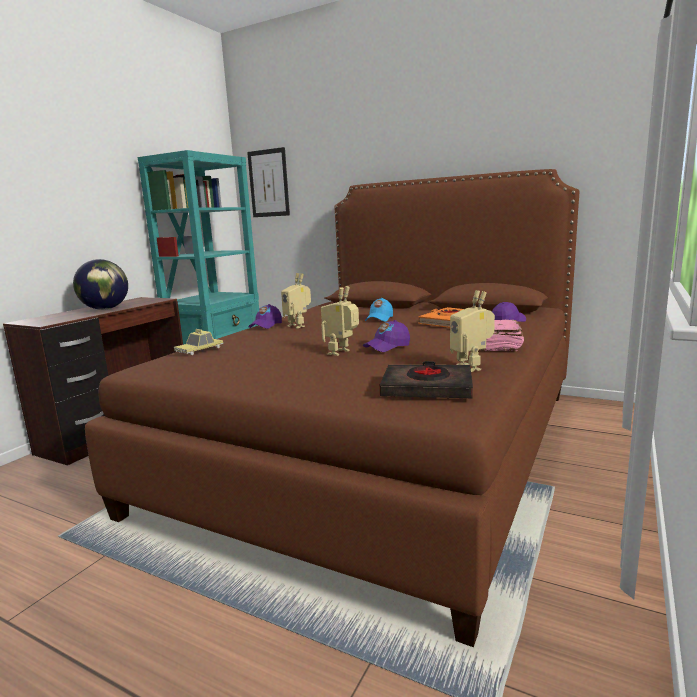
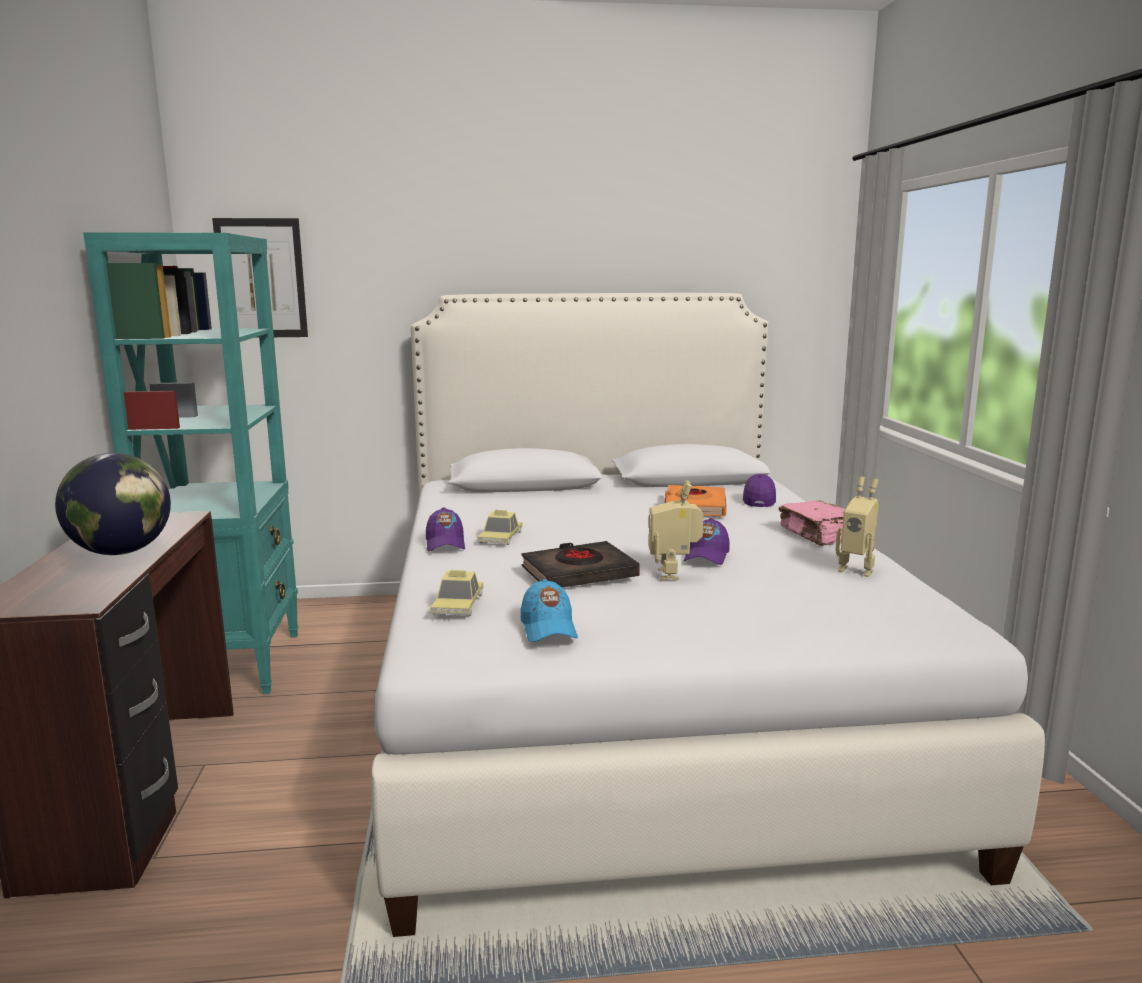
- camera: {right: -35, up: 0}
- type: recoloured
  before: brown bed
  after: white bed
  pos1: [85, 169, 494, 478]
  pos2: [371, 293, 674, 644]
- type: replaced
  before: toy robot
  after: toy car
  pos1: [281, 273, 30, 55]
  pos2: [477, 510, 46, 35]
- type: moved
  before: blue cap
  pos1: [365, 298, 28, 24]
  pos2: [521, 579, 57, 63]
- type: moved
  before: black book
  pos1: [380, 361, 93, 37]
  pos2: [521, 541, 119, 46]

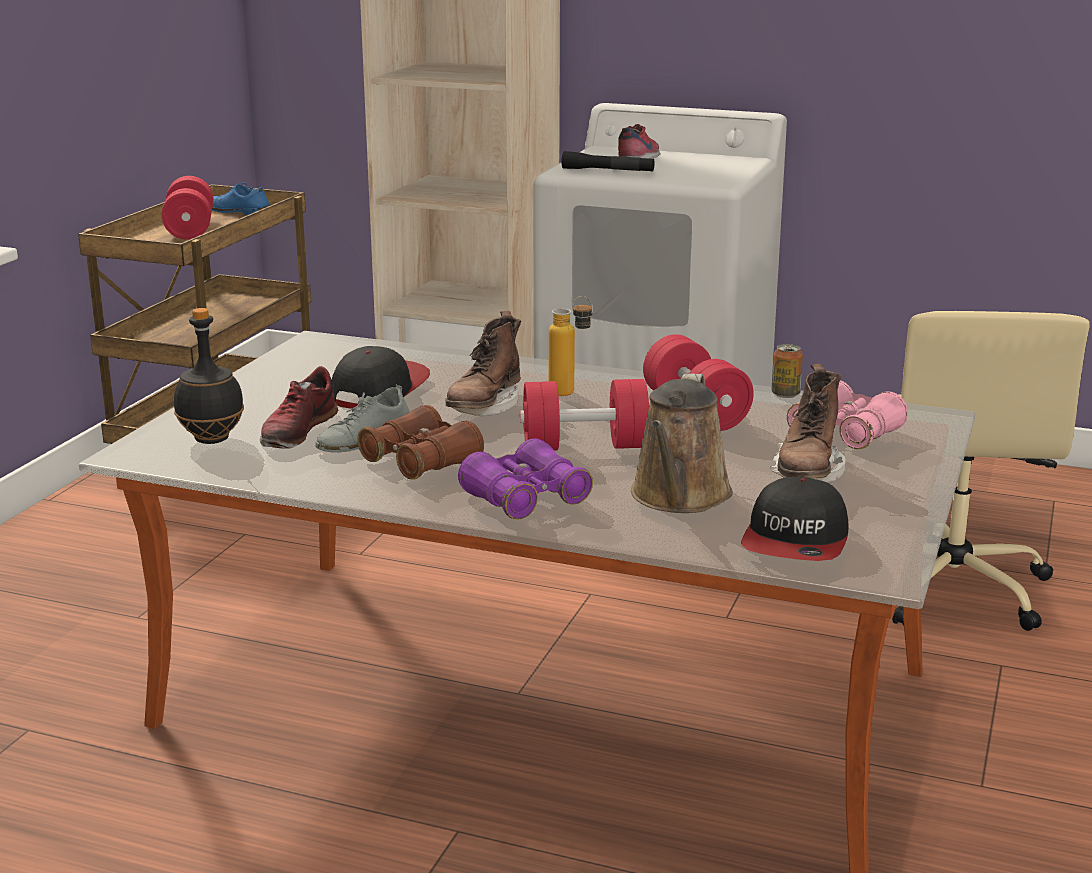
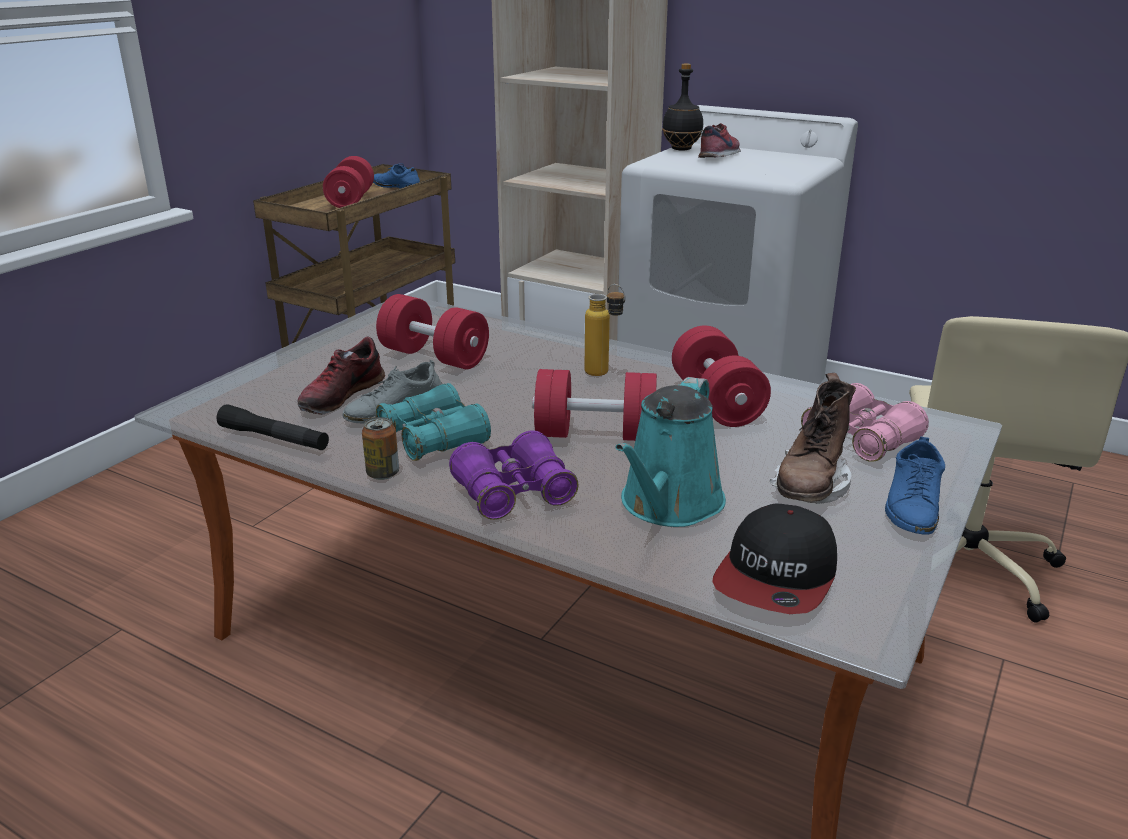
- camera: {right: 10, up: 5}
- type: moved
  before: black flashlight
  pos1: [561, 151, 94, 21]
  pos2: [217, 404, 112, 46]
- type: moved
  before: black bottle
  pos1: [174, 308, 70, 136]
  pos2: [662, 64, 41, 86]
- type: removed
  before: brown boot
  pos1: [445, 311, 76, 105]
- type: moved
  before: can
  pos1: [772, 344, 31, 54]
  pos2: [362, 417, 37, 63]
- type: replaced
  before: cap
  after: red dumbbell
  pos1: [332, 346, 98, 63]
  pos2: [376, 294, 113, 75]
- type: recoloured
  before: brown watering can
  after: turquoise watering can
  pos1: [631, 373, 102, 140]
  pos2: [615, 377, 111, 150]
- type: recoloured
  before: brown binoculars
  after: turquoise binoculars
  pos1: [357, 405, 127, 75]
  pos2: [376, 383, 115, 78]
- type: added
  after: blue shoe
  pos2: [885, 437, 60, 98]

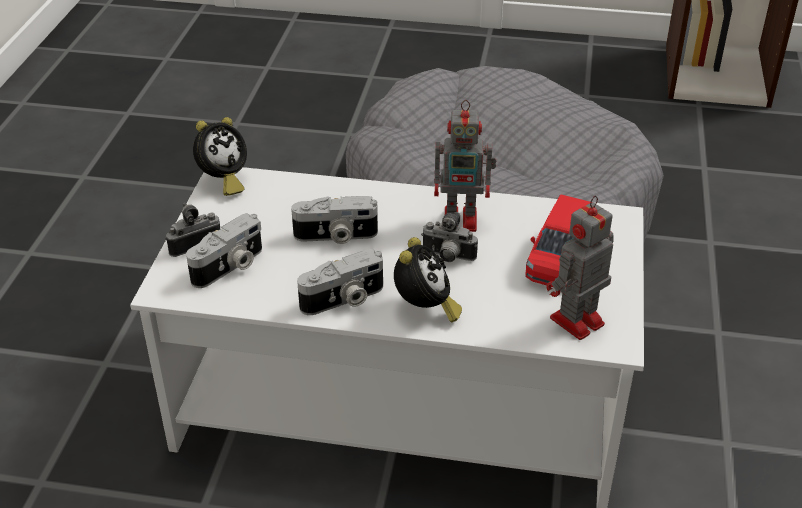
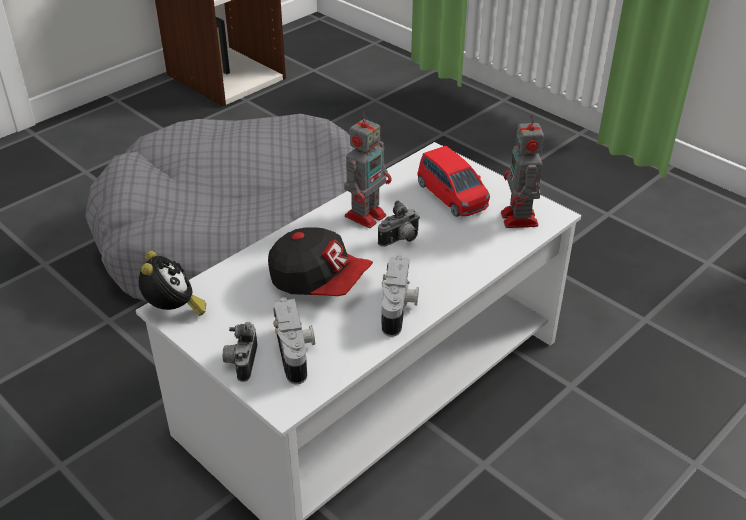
- camera: {right: -55, up: 0}
- type: replaced
  before: photo camera
  after: cap
  pos1: [291, 196, 87, 48]
  pos2: [268, 227, 105, 69]
- type: removed
  before: alarm clock
  pos1: [394, 237, 68, 85]

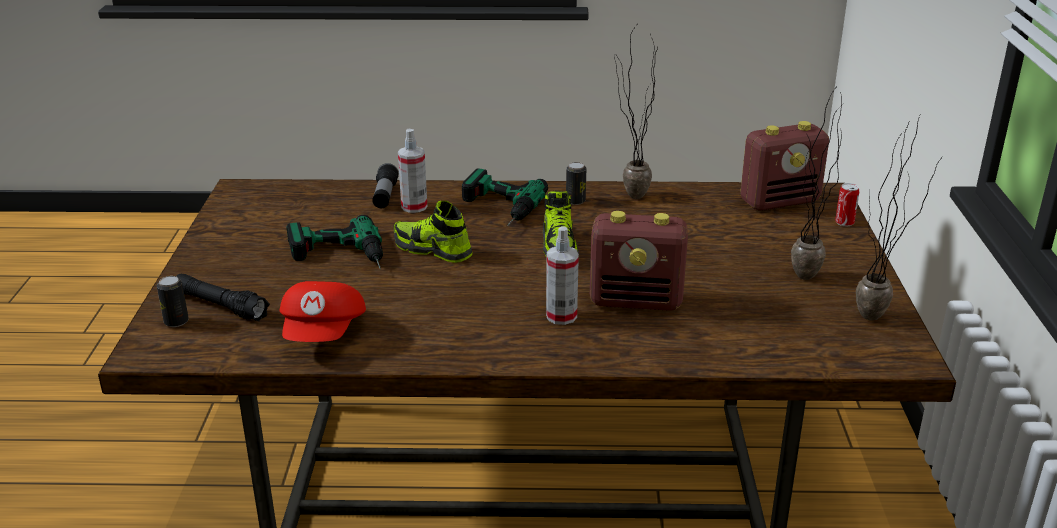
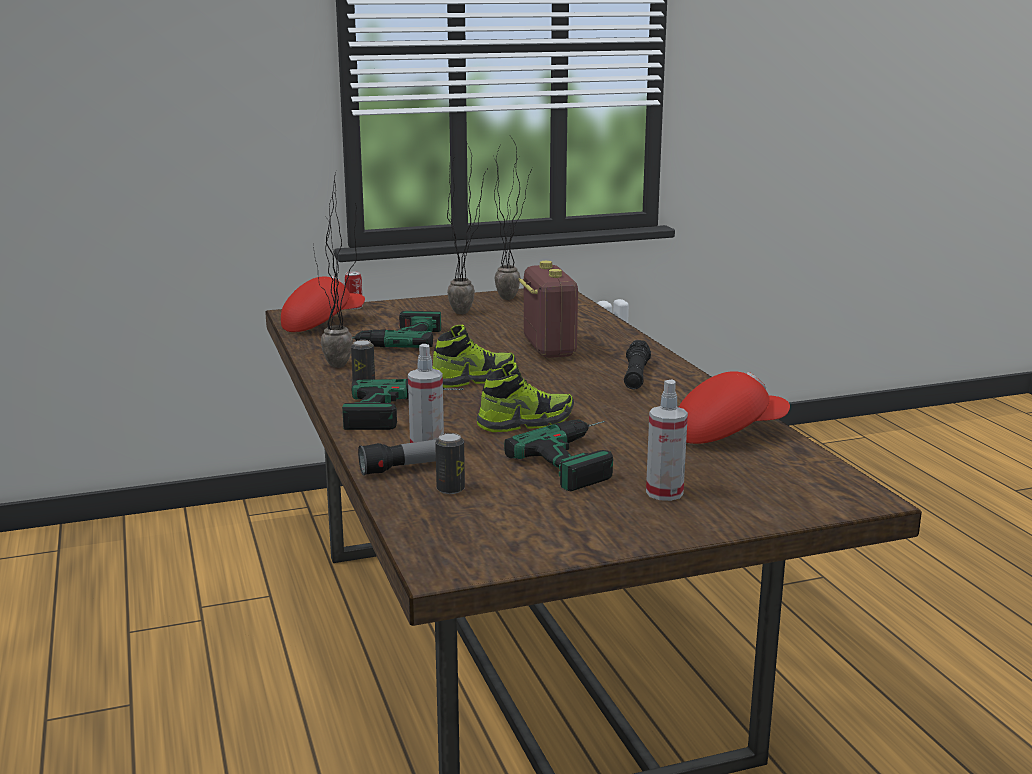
- camera: {right: -110, up: -10}
- type: replaced
  before: radio
  after: red cap
  pos1: [740, 121, 89, 90]
  pos2: [281, 276, 84, 56]
- type: turned
  before: shoe
  pos1: [394, 201, 78, 62]
  pos2: [477, 362, 97, 70]
  turn: -120
- type: moved
  before: spray bottle
  pos1: [546, 226, 33, 99]
  pos2: [646, 379, 42, 122]
- type: moved
  before: black flashlight
  pos1: [176, 274, 94, 47]
  pos2: [624, 340, 27, 50]
- type: moved
  before: can
  pos1: [157, 276, 32, 51]
  pos2: [435, 433, 30, 61]
- type: added
  after: power drill
  pos2: [352, 311, 89, 37]

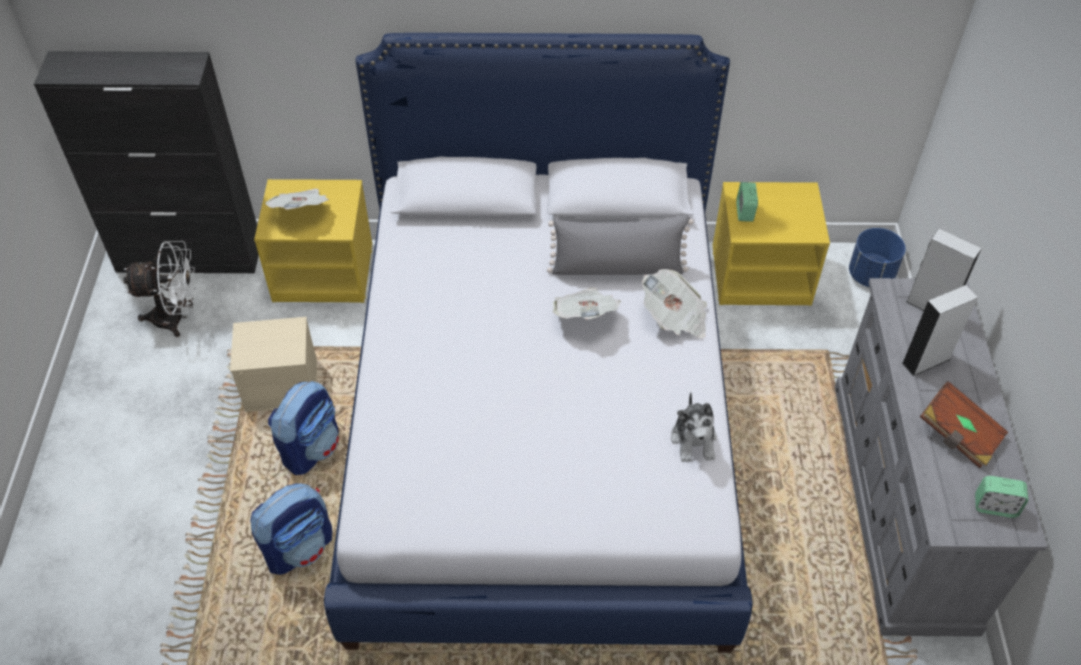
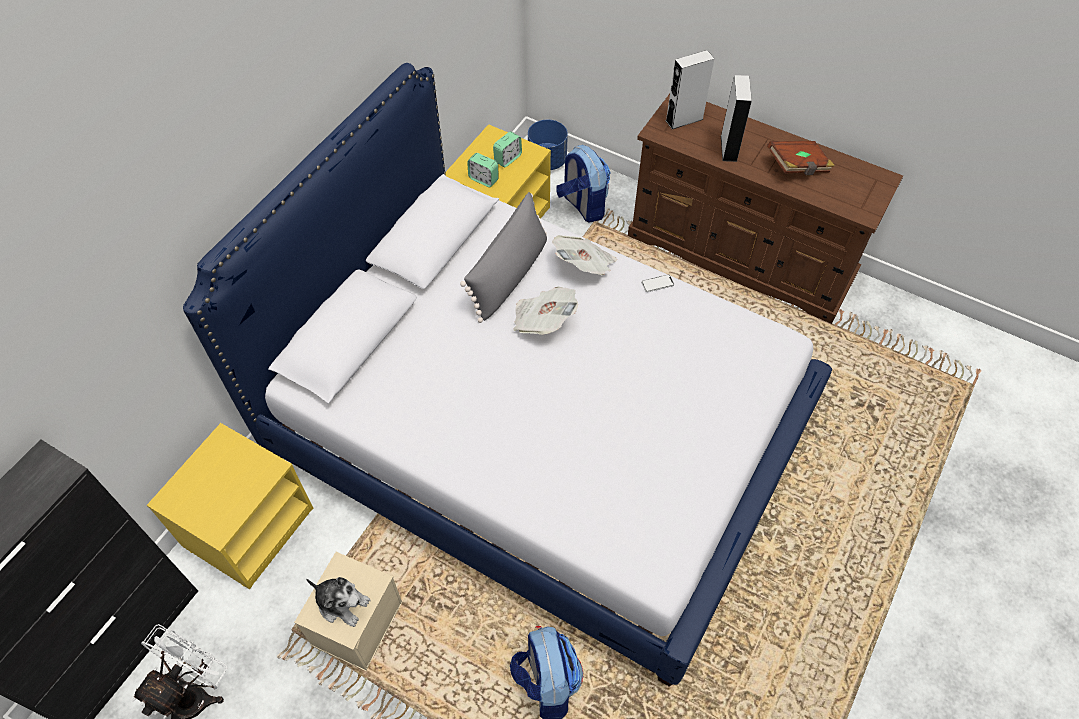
- camera: {right: -60, up: 5}
- type: removed
  before: newspaper
  pos1: [265, 189, 64, 21]
- type: recoloured
  before: grey dresser
  after: brown dresser
  pos1: [835, 278, 212, 359]
  pos2: [628, 94, 275, 230]
- type: moved
  before: backpack
  pos1: [268, 381, 71, 94]
  pos2: [556, 145, 55, 78]
- type: moved
  before: plush toy
  pos1: [671, 392, 46, 71]
  pos2: [306, 577, 64, 50]
- type: moved
  before: alarm clock
  pos1: [975, 476, 53, 42]
  pos2: [493, 131, 29, 37]
- type: added
  after: phone
  pos2: [641, 274, 33, 18]

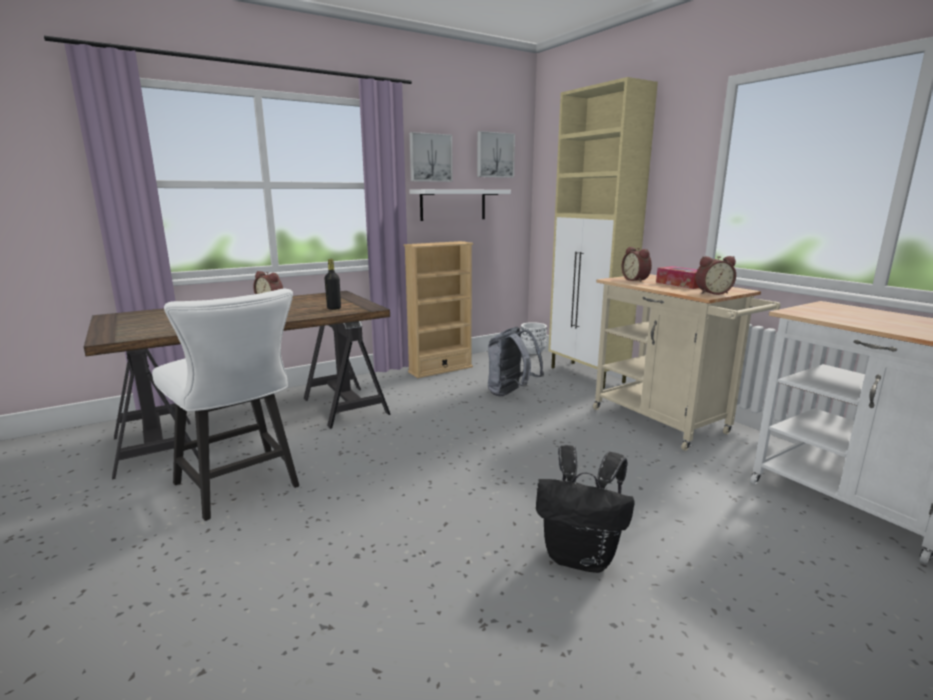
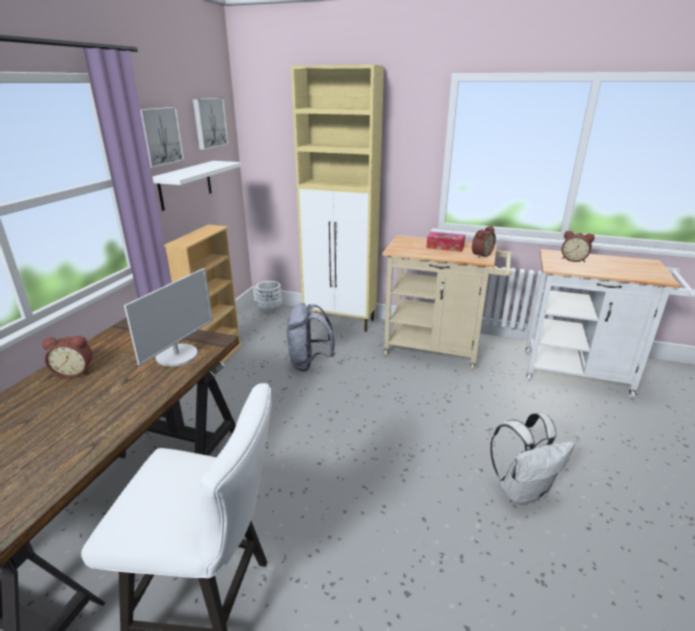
- camera: {right: -40, up: 10}
- type: moved
  before: alarm clock
  pos1: [622, 247, 30, 35]
  pos2: [562, 231, 33, 31]
- type: replaced
  before: black bottle
  after: monitor
  pos1: [325, 259, 16, 51]
  pos2: [124, 268, 89, 98]
- type: recoloured
  before: black backpack
  after: white backpack
  pos1: [536, 445, 99, 128]
  pos2: [490, 413, 84, 92]

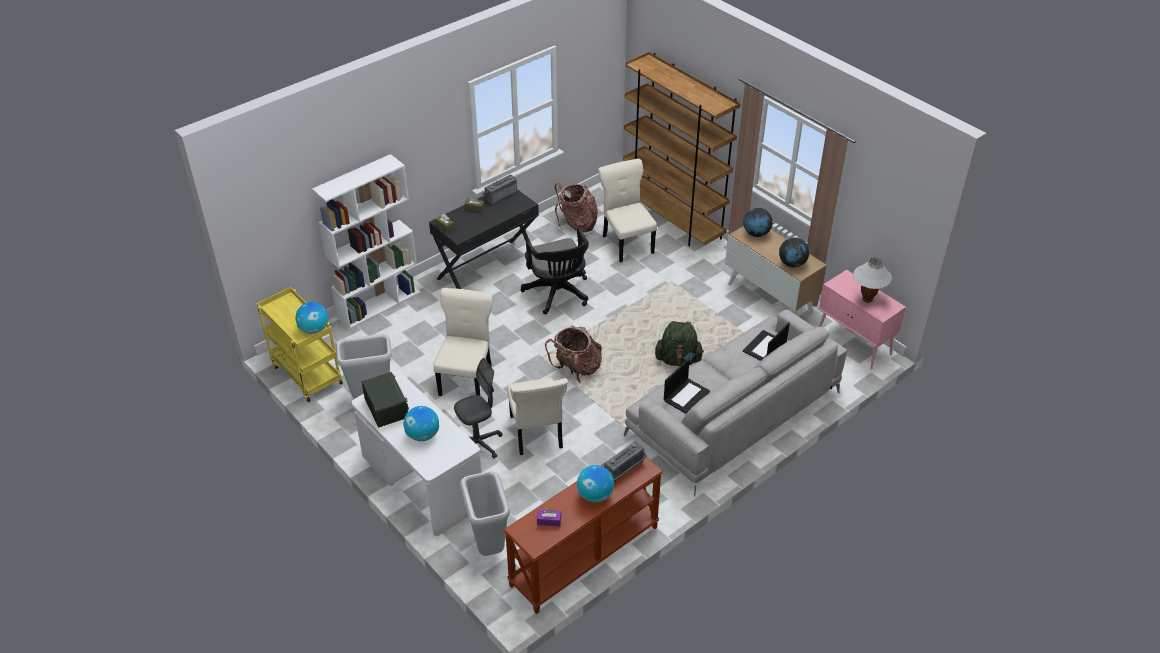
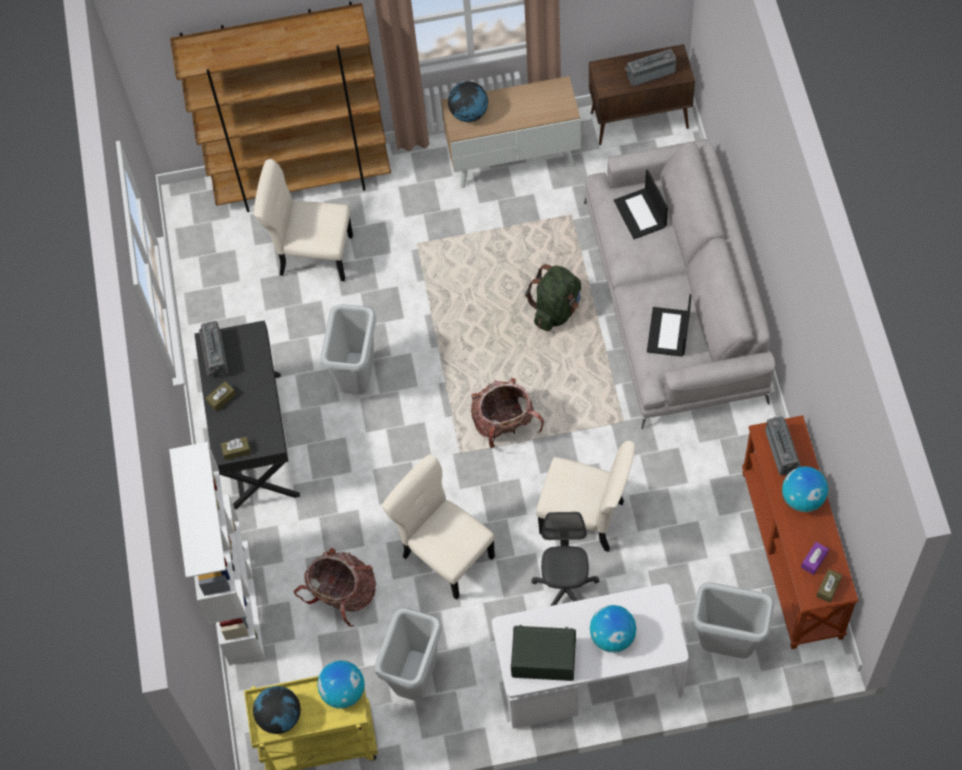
- camera: {right: -55, up: 20}
- type: moved
  before: backpack
  pos1: [555, 183, 43, 50]
  pos2: [294, 548, 82, 79]
- type: replaced
  before: black office chair
  after: grey trash can
  pos1: [521, 228, 68, 86]
  pos2: [320, 304, 56, 91]
- type: moved
  before: globe
  pos1: [779, 237, 30, 30]
  pos2: [253, 686, 48, 48]
- type: replaced
  before: white table lamp
  after: radio
  pos1: [853, 257, 39, 46]
  pos2: [625, 49, 51, 37]
- type: recoloured
  before: pink cabinet
  after: brown cabinet
  pos1: [819, 270, 87, 99]
  pos2: [589, 44, 106, 101]
- type: turned
  before: laptop
  pos1: [664, 359, 46, 55]
  pos2: [647, 294, 45, 63]
  turn: -150
- type: added
  after: brown tissue box
  pos2: [816, 569, 26, 34]

